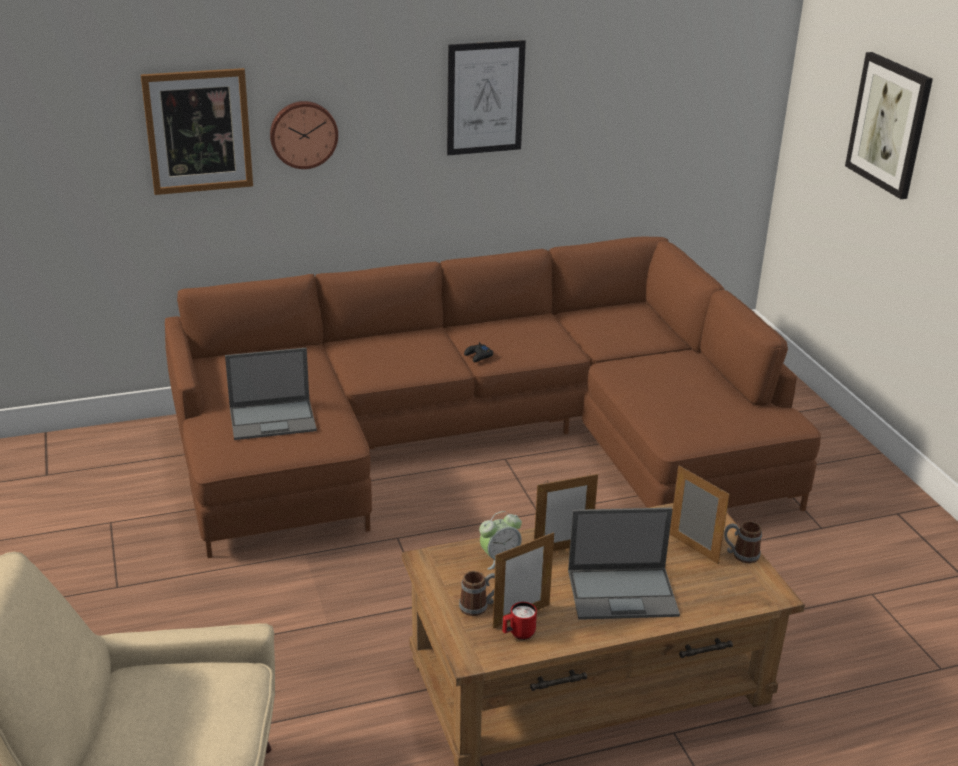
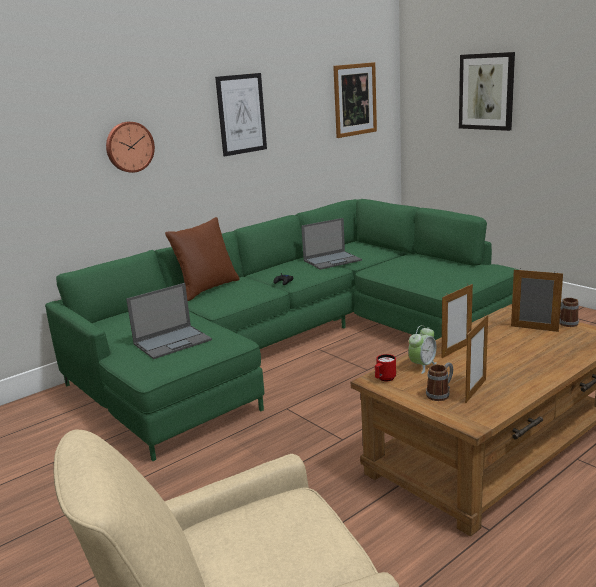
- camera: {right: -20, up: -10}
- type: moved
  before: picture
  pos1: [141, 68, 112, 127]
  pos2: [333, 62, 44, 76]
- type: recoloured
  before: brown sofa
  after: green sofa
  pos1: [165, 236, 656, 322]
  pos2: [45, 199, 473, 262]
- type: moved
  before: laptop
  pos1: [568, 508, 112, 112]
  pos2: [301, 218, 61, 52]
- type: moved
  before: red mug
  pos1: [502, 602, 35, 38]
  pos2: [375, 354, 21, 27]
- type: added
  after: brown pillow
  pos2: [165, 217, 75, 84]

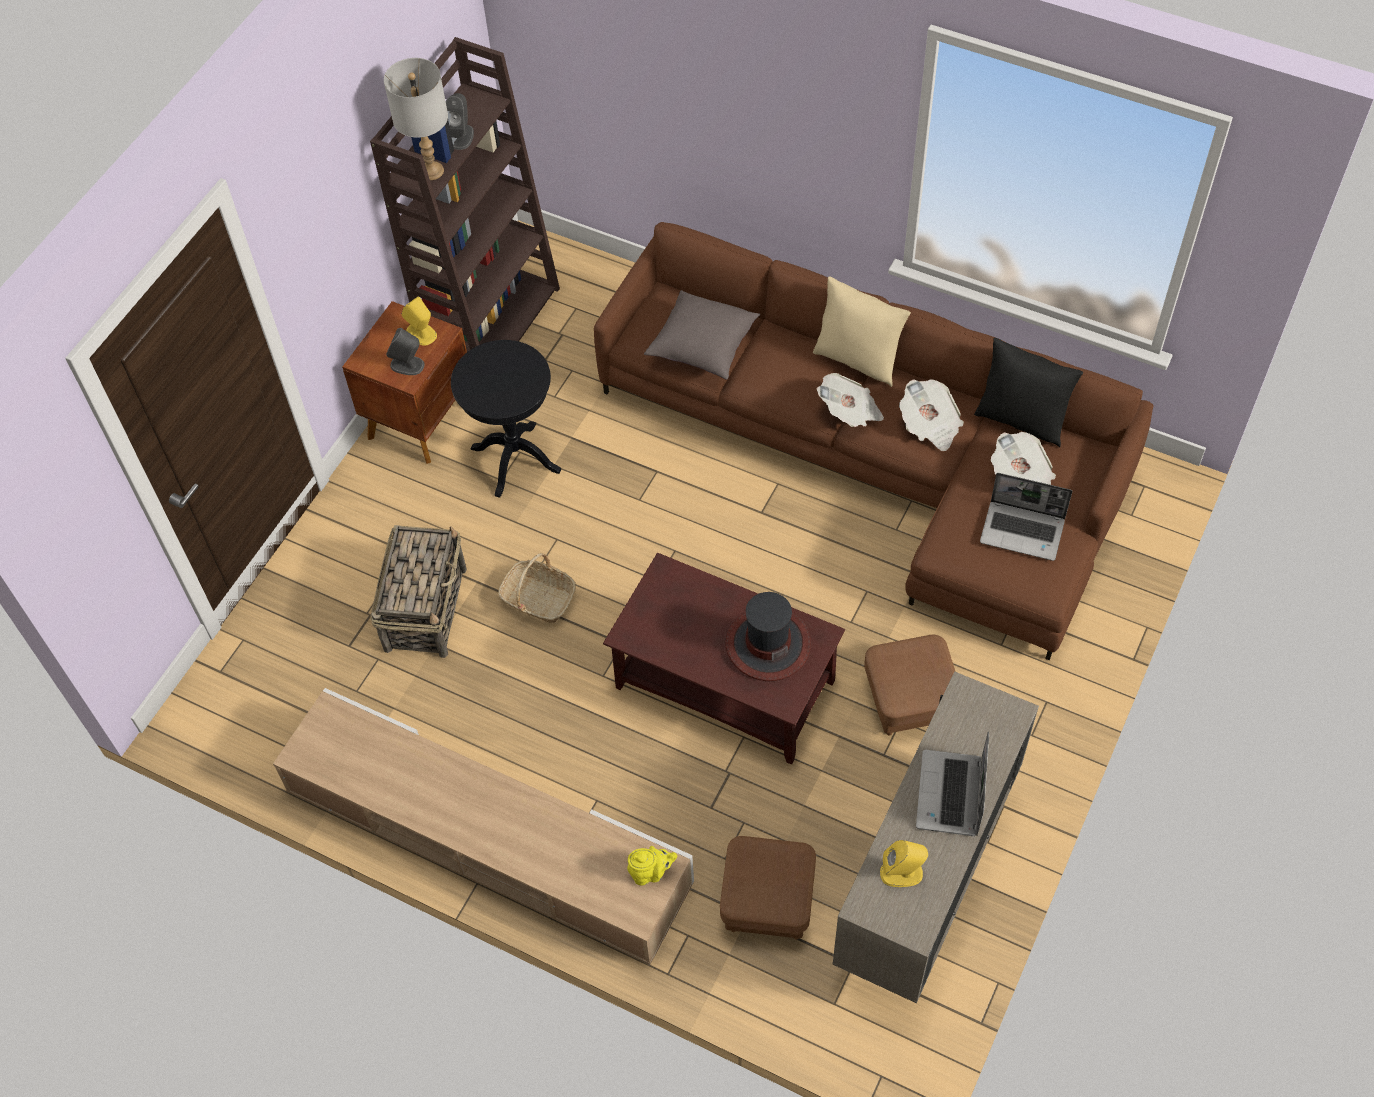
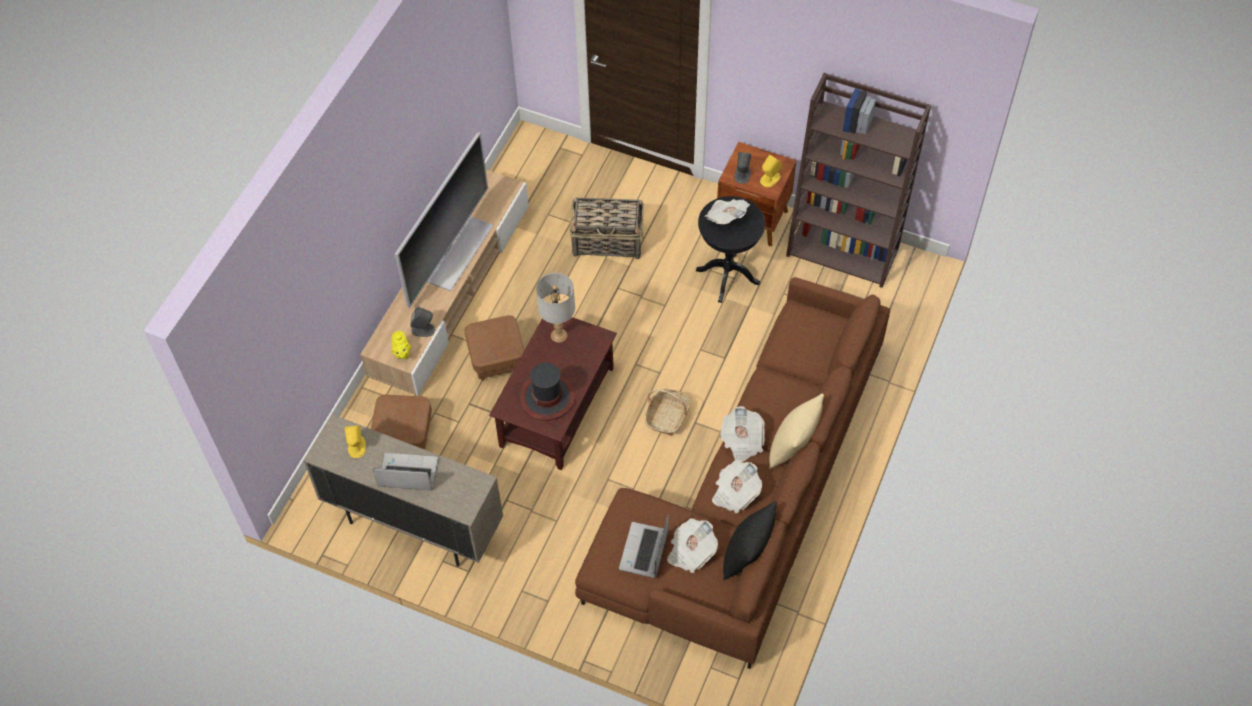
- camera: {right: 85, up: 0}
- type: moved
  before: grey table lamp
  pos1: [384, 58, 64, 122]
  pos2: [536, 273, 39, 70]
- type: moved
  before: grey speaker
  pos1: [446, 93, 28, 57]
  pos2: [410, 307, 25, 30]
- type: removed
  before: grey pillow
  pos1: [644, 290, 116, 90]
- type: moved
  before: basket
  pos1: [498, 553, 78, 70]
  pos2: [645, 389, 45, 47]
- type: moved
  before: brown ottoman
  pos1: [864, 635, 92, 101]
  pos2: [464, 315, 61, 66]
- type: added
  after: television
  pos2: [395, 132, 98, 176]
- type: added
  after: newspaper
  pos2: [704, 199, 46, 25]

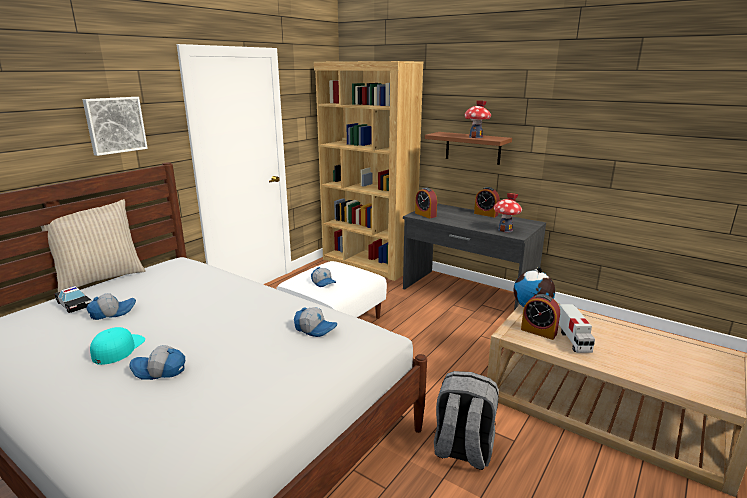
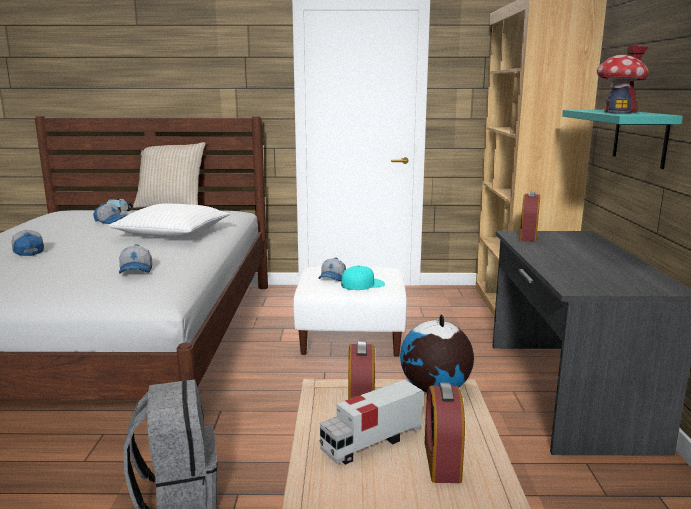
- camera: {right: 55, up: -5}
- type: removed
  before: picture
  pos1: [82, 97, 66, 59]
- type: recoloured
  before: brown shelf
  after: turquoise shelf
  pos1: [425, 132, 87, 33]
  pos2: [562, 110, 121, 59]
- type: moved
  before: alarm clock
  pos1: [474, 187, 26, 30]
  pos2: [425, 383, 40, 100]
- type: removed
  before: toy house
  pos1: [494, 193, 28, 40]
- type: moved
  before: turquoise cap
  pos1: [90, 327, 55, 38]
  pos2: [341, 266, 44, 24]
- type: added
  after: white pillow
  pos2: [108, 203, 122, 35]

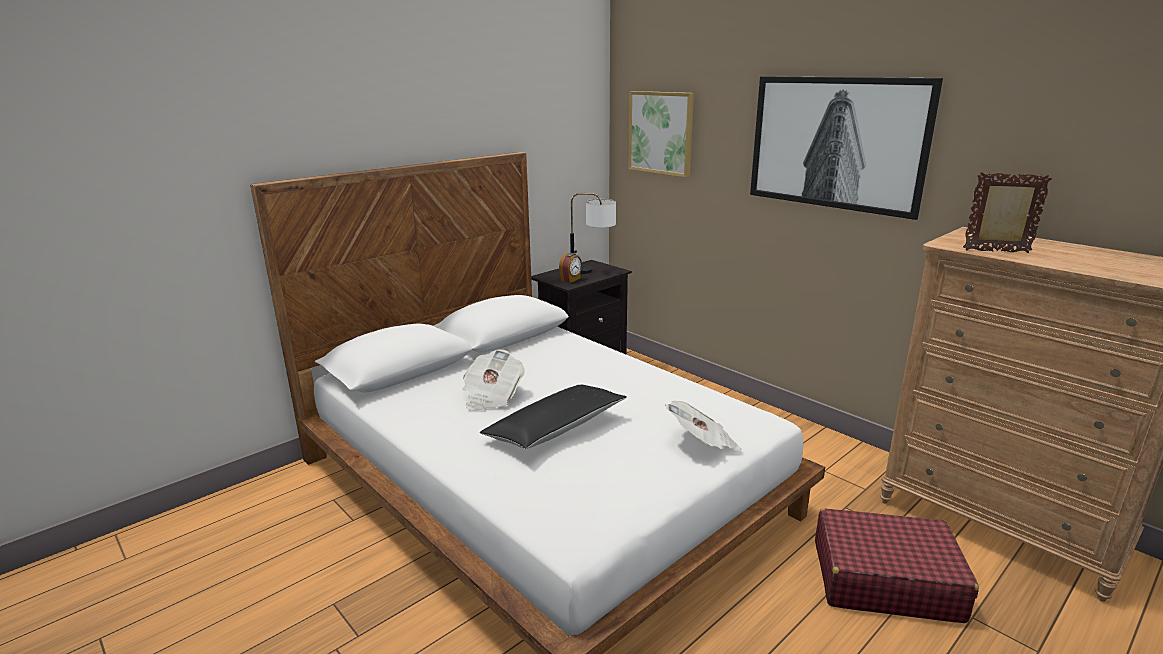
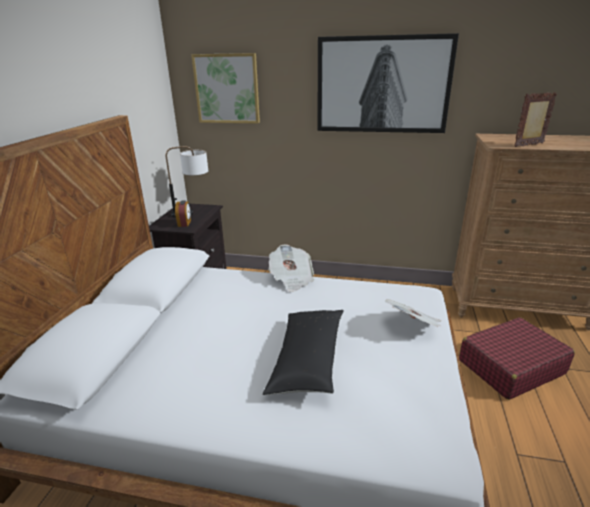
- camera: {right: -35, up: 5}
- type: moved
  before: newspaper
  pos1: [462, 349, 63, 62]
  pos2: [268, 244, 46, 48]

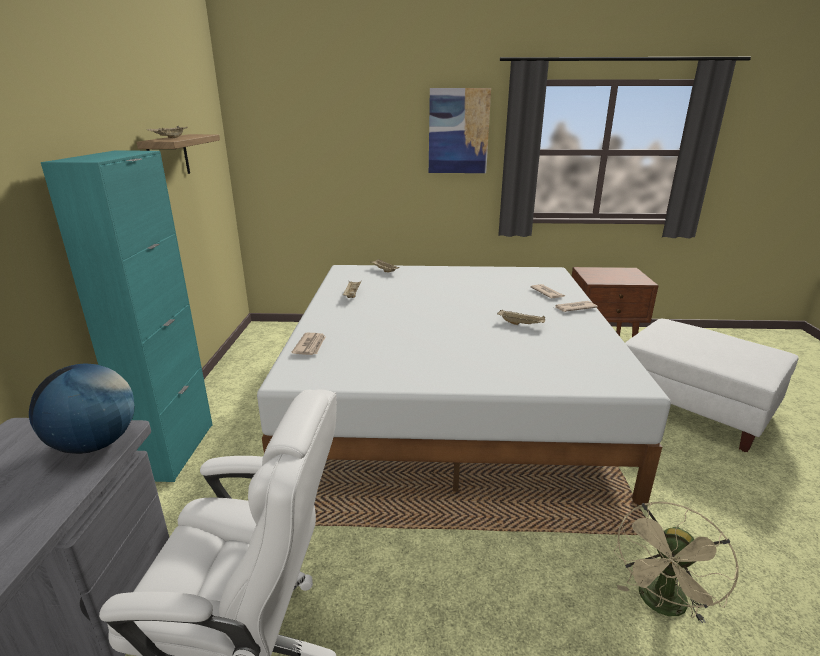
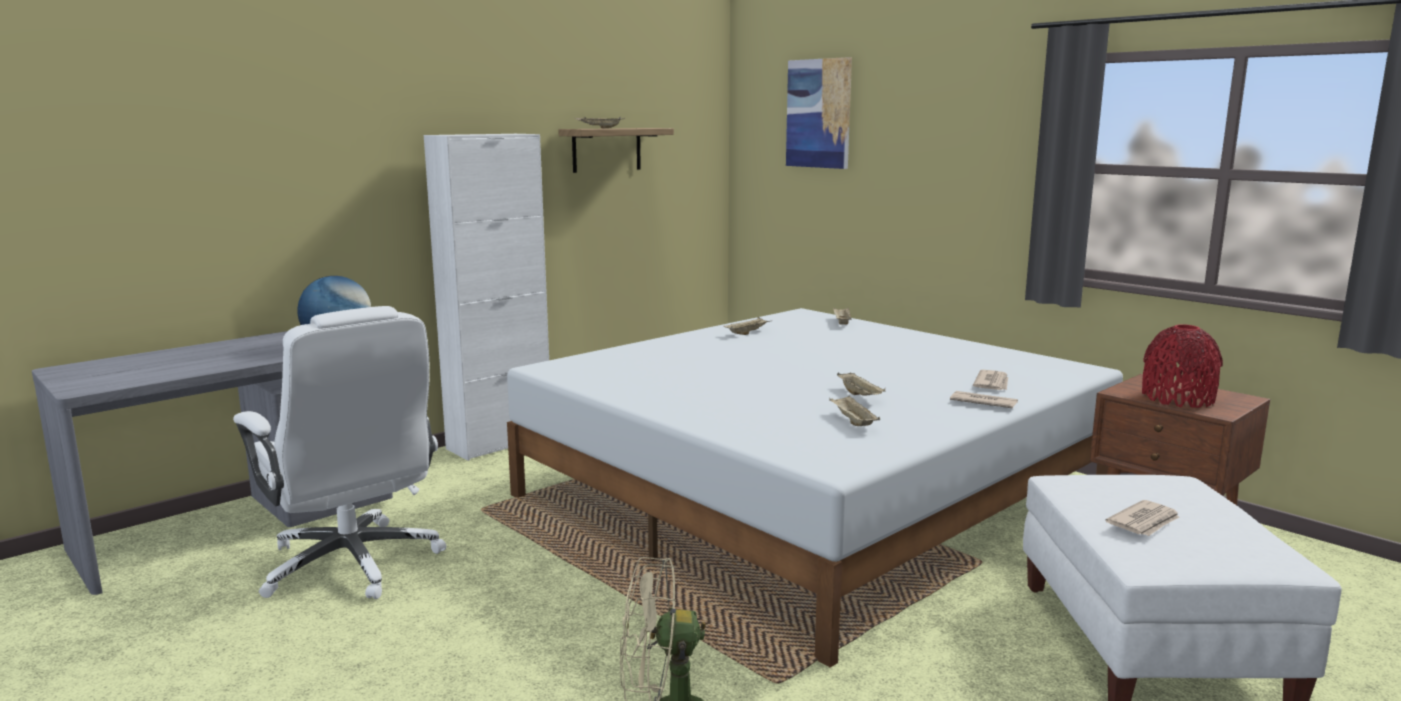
- camera: {right: 45, up: -10}
- type: moved
  before: picture
  pos1: [429, 88, 62, 85]
  pos2: [786, 57, 66, 112]
- type: recoloured
  before: turquoise cabinet
  after: white cabinet
  pos1: [41, 151, 172, 331]
  pos2: [424, 134, 125, 327]
- type: moved
  before: newspaper
  pos1: [291, 333, 34, 22]
  pos2: [1105, 500, 74, 36]
- type: added
  after: red vase
  pos2: [1142, 324, 81, 84]
- type: added
  after: beige tray
  pos2: [829, 395, 51, 31]

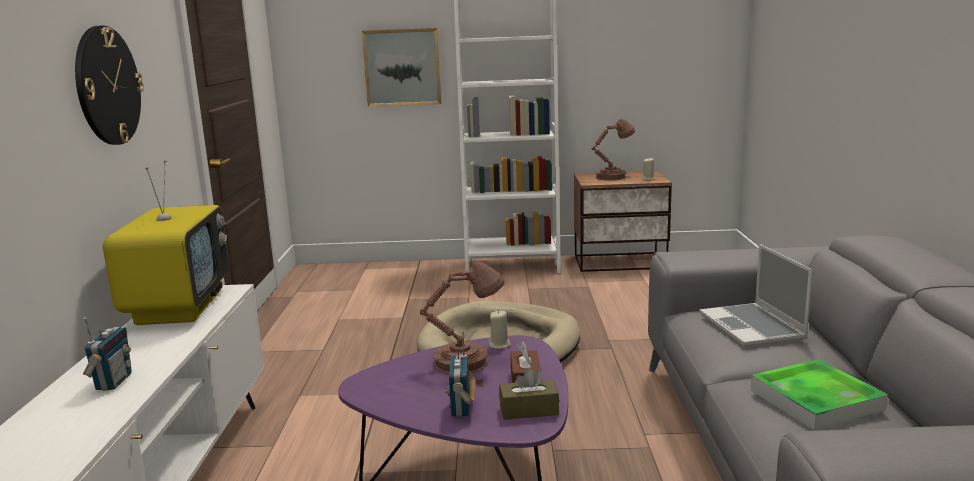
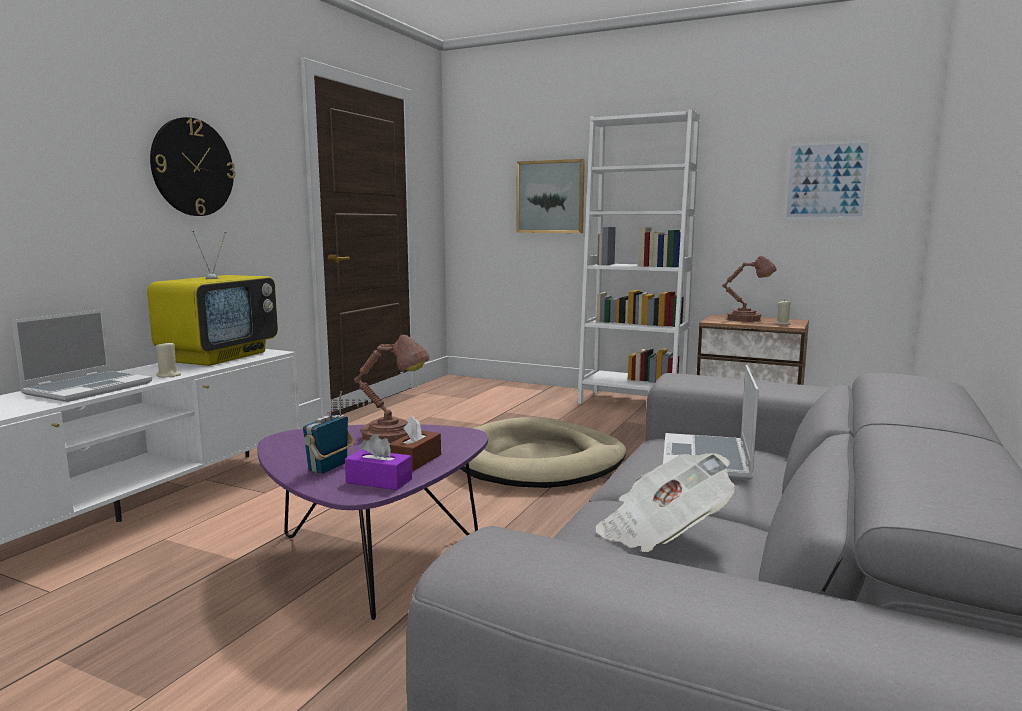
- camera: {right: 25, up: -5}
- type: moved
  before: beige candle
  pos1: [489, 310, 22, 39]
  pos2: [156, 343, 25, 34]
- type: replaced
  before: radio
  after: laptop
  pos1: [83, 317, 49, 74]
  pos2: [12, 309, 140, 93]
- type: replaced
  before: tray
  after: newspaper
  pos1: [750, 359, 138, 71]
  pos2: [596, 453, 139, 99]
- type: recoloured
  before: brown tissue box
  after: purple tissue box
  pos1: [499, 368, 60, 52]
  pos2: [345, 434, 67, 56]
- type: added
  after: picture
  pos2: [784, 140, 88, 79]

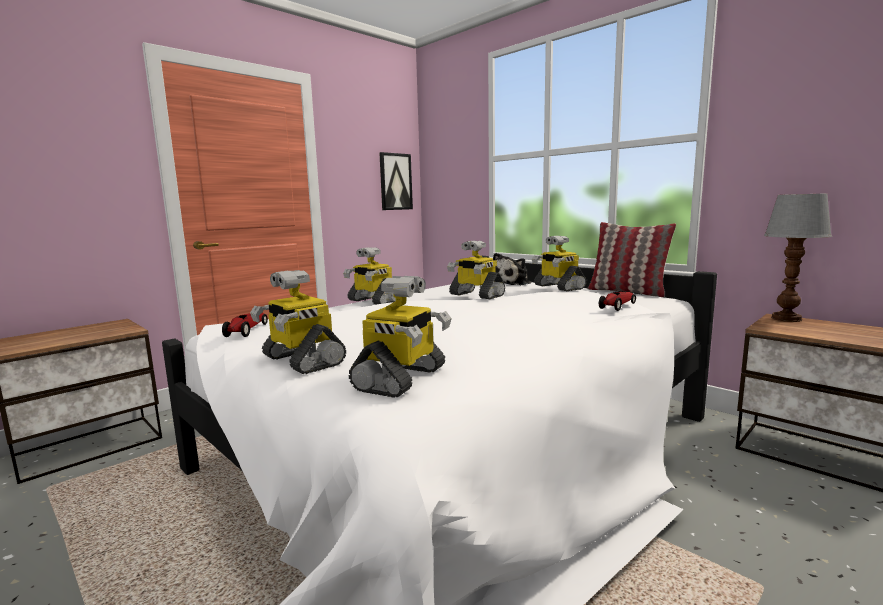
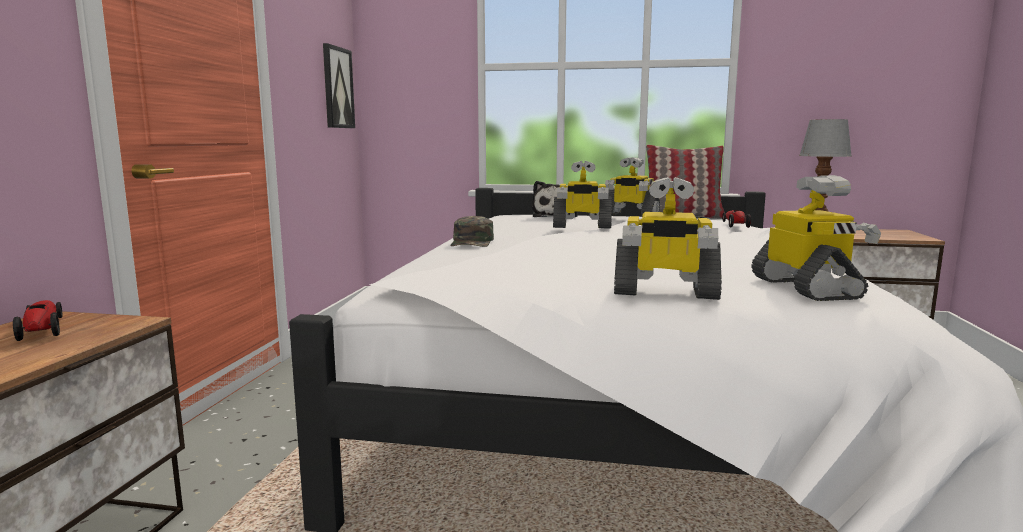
- camera: {right: -35, up: 0}
- type: replaced
  before: toy robot
  after: green cap
  pos1: [343, 247, 53, 58]
  pos2: [450, 216, 44, 31]
- type: moved
  before: toy car
  pos1: [222, 313, 46, 24]
  pos2: [13, 300, 49, 41]

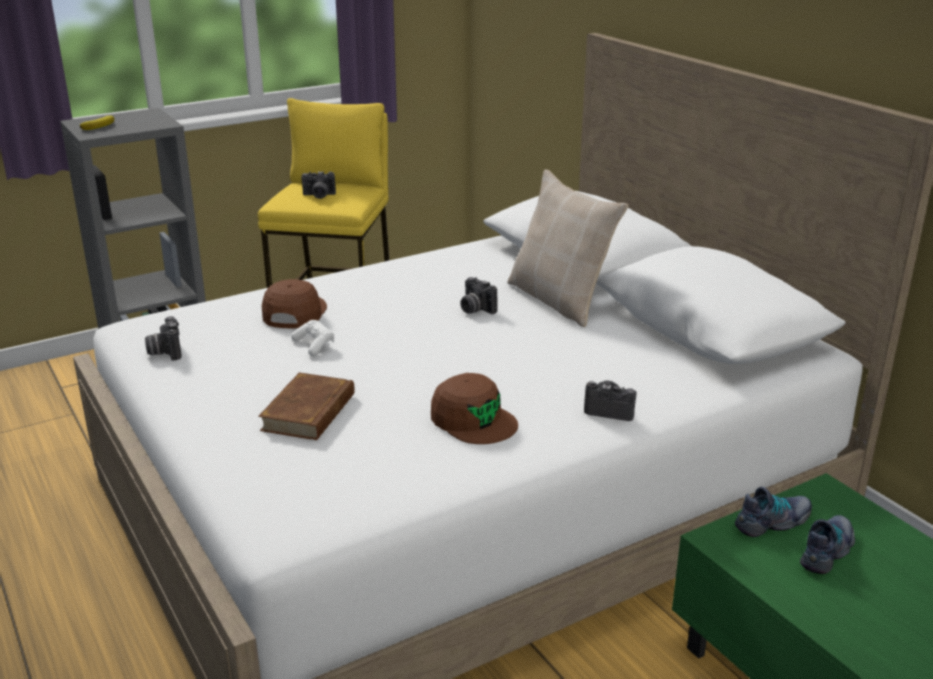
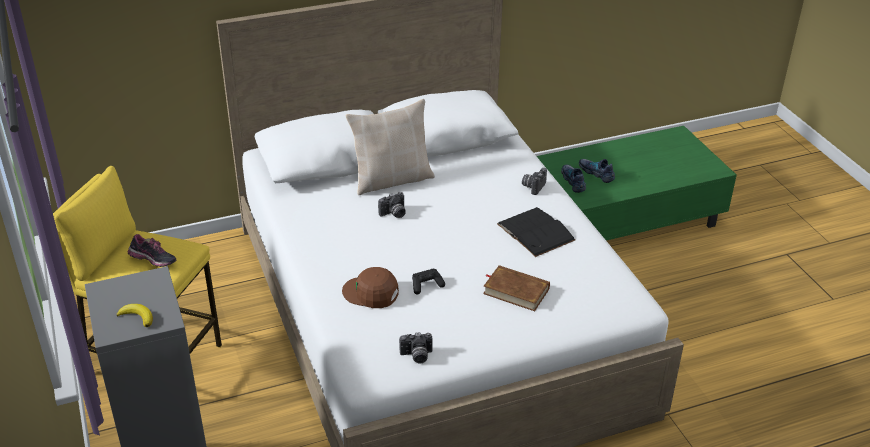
- camera: {right: -80, up: 10}
- type: replaced
  before: photo camera
  after: shoe
  pos1: [301, 171, 35, 28]
  pos2: [128, 234, 48, 33]
- type: recoloured
  before: white game controller
  after: black game controller
  pos1: [291, 320, 43, 36]
  pos2: [412, 269, 33, 25]
- type: replaced
  before: brown cap
  after: black book
  pos1: [431, 373, 87, 71]
  pos2: [497, 207, 78, 50]

